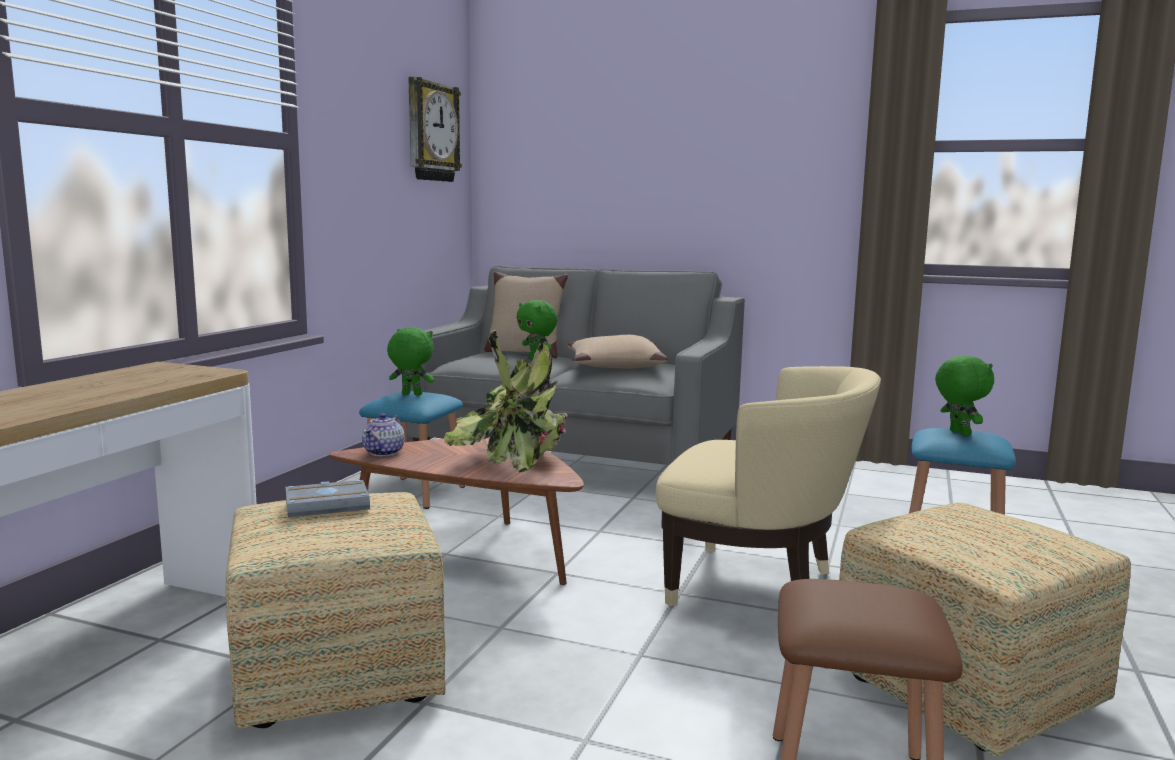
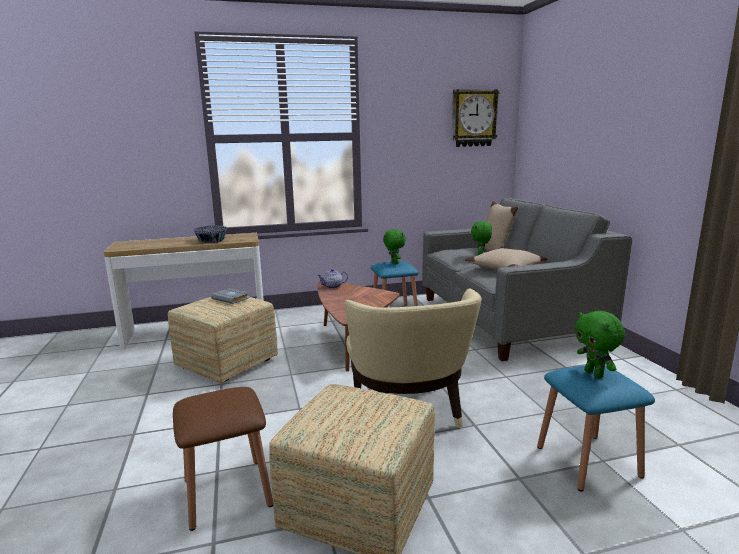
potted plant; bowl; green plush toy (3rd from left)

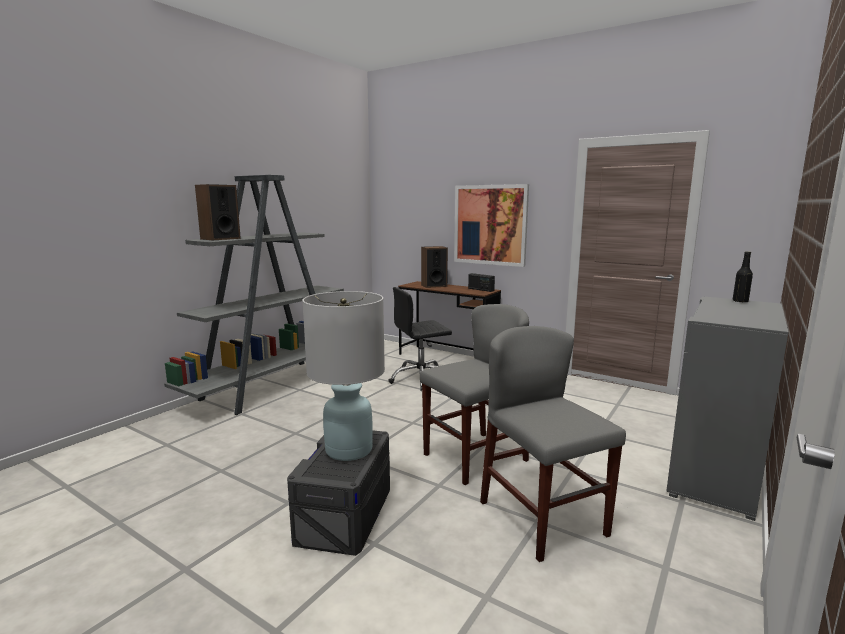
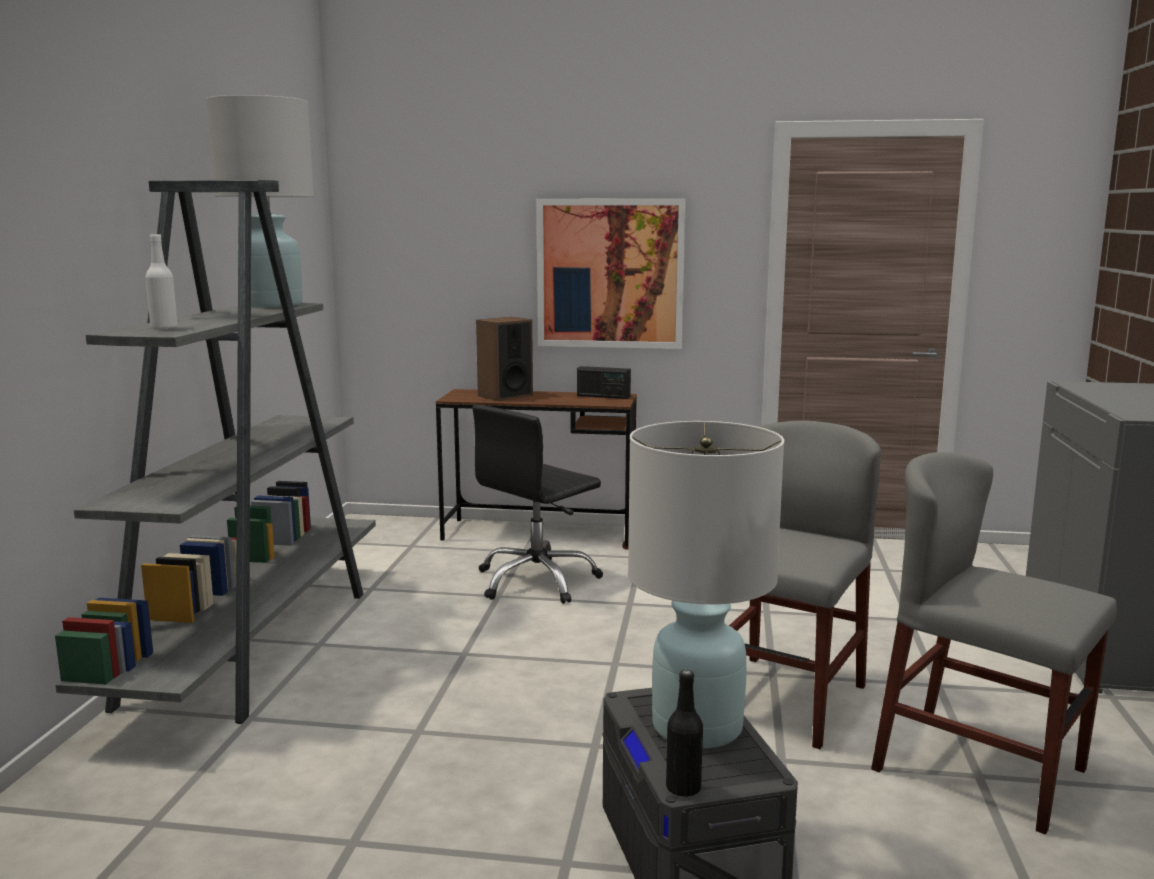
white table lamp (1st from left); black bottle; white bottle

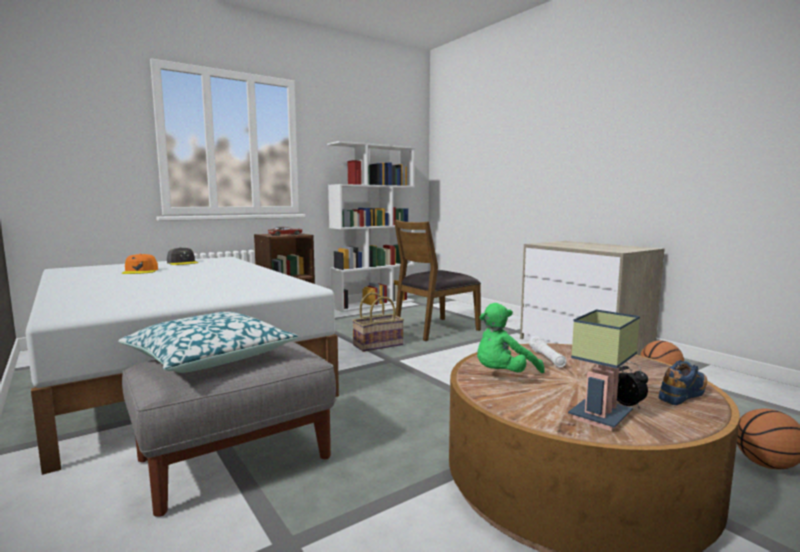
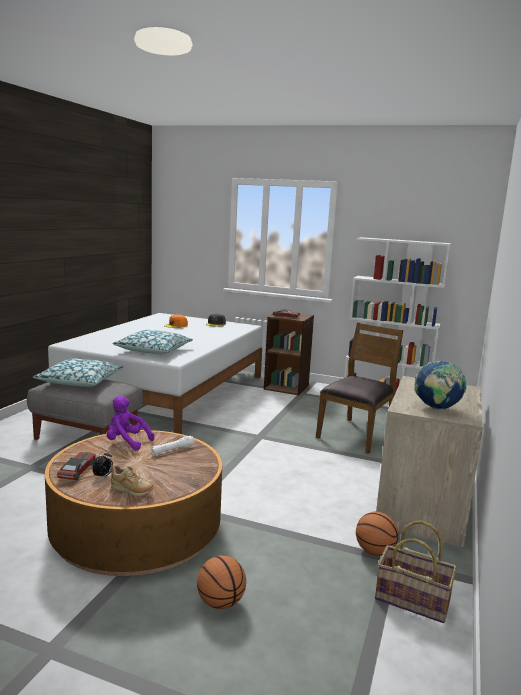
pillow (2nd from left); globe; basket; toy car (1st from left); purple plush toy; beige shoe; brown chair

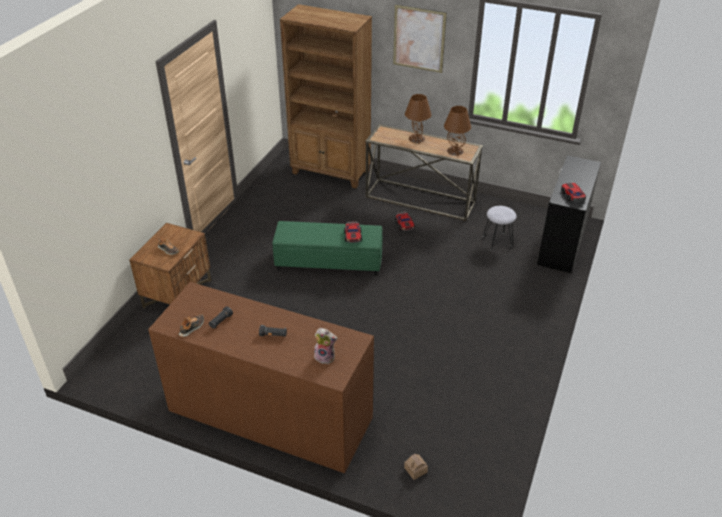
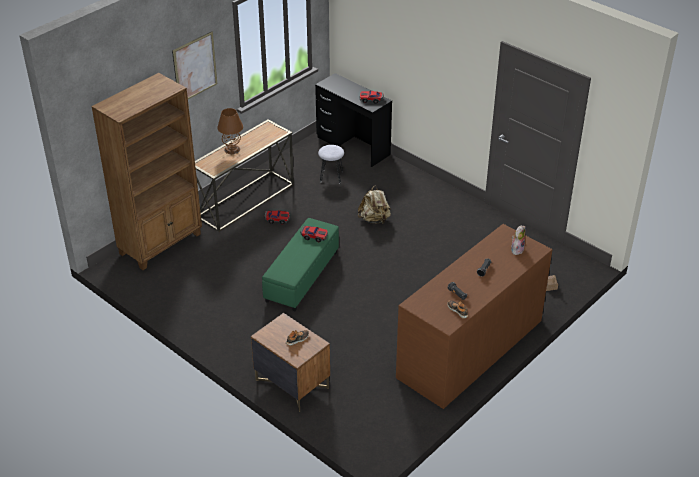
brown table lamp (2nd from left in the first image); beige backpack

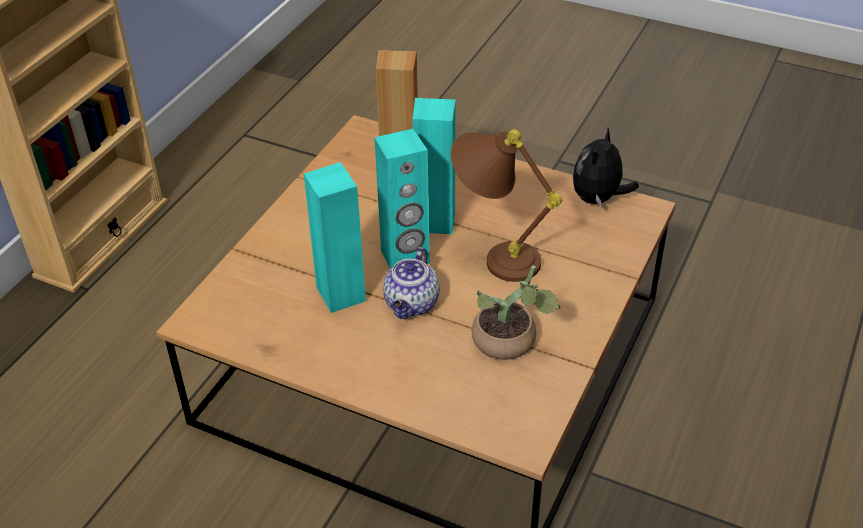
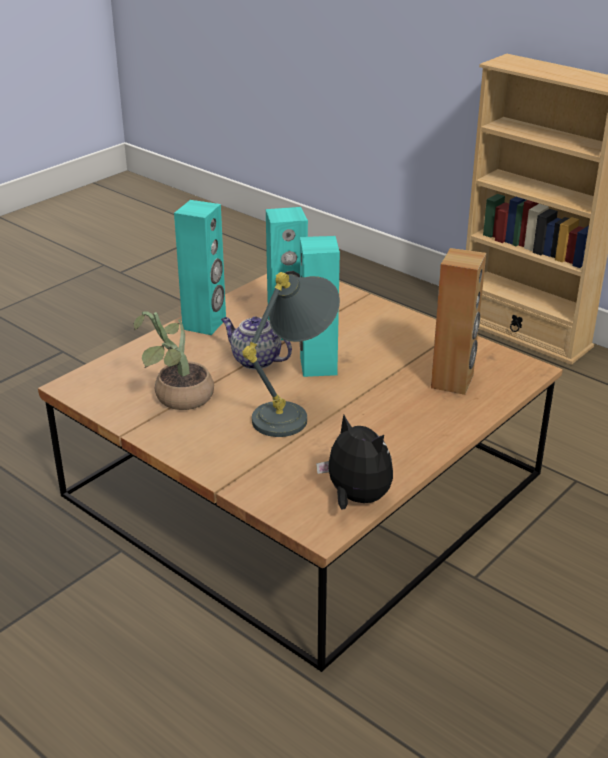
turquoise speaker (1st from left); grey table lamp

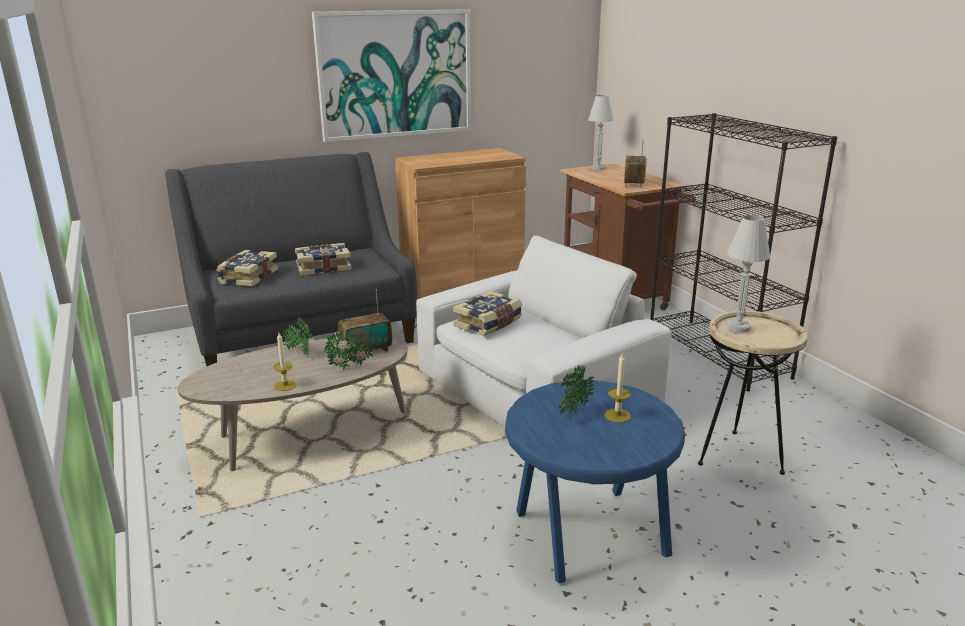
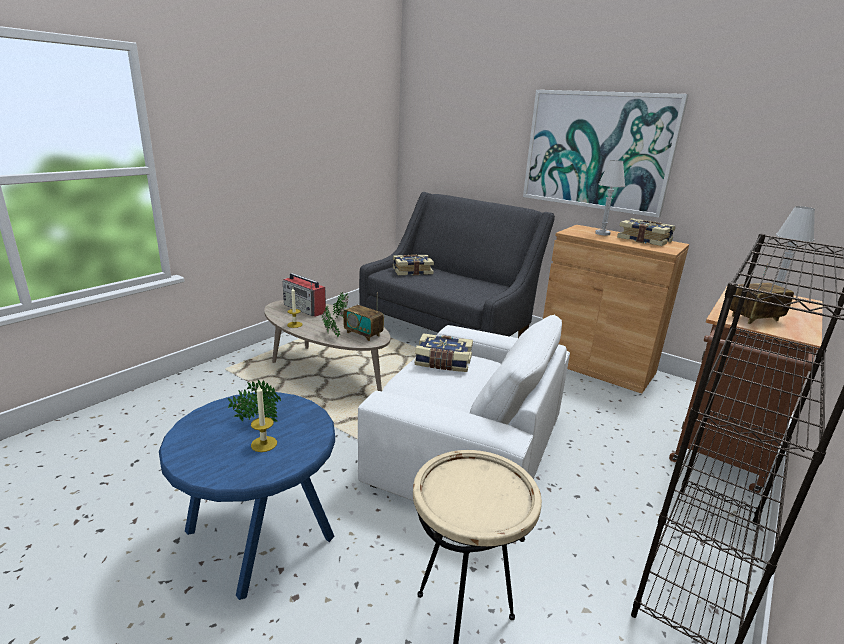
radio (1st from left); book (3rd from left); white table lamp (1st from left)

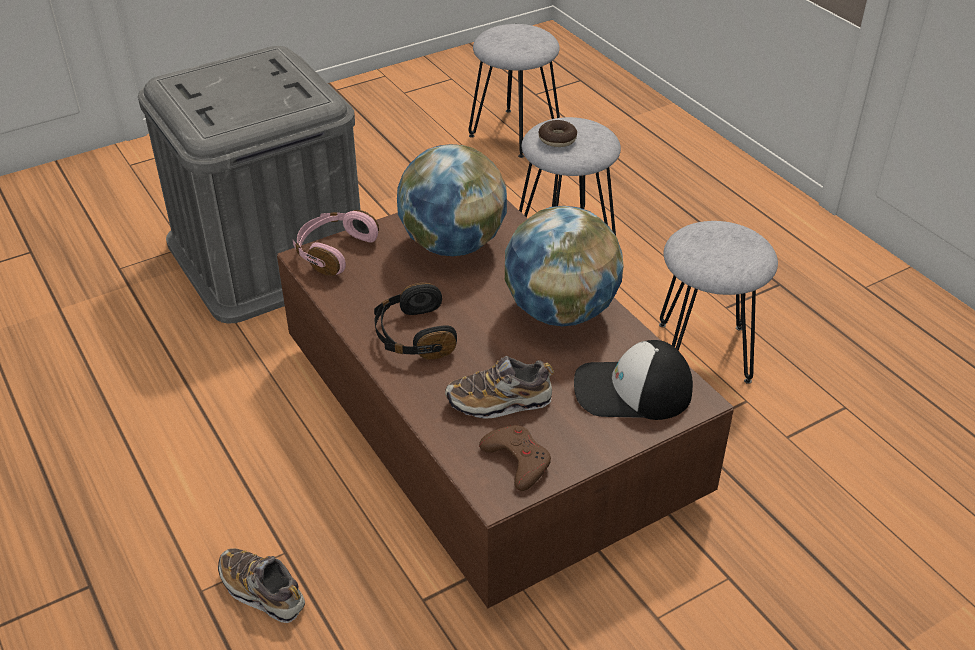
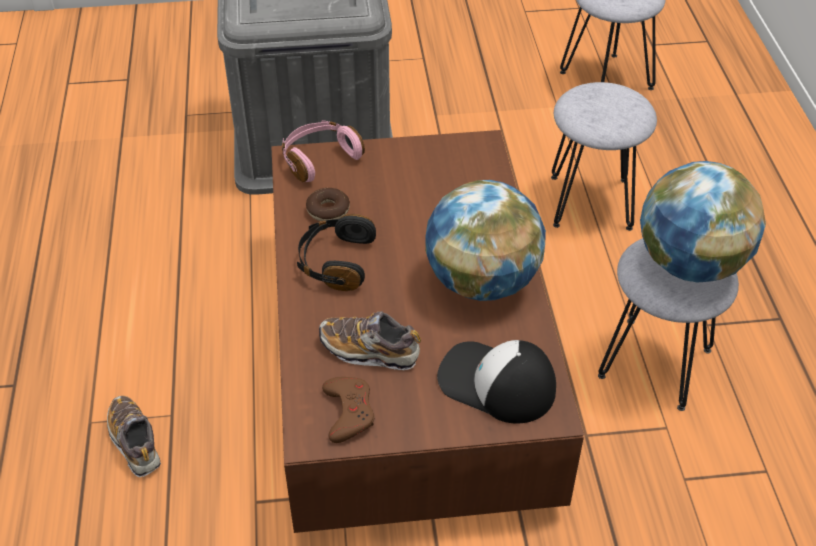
globe (2nd from left); donut

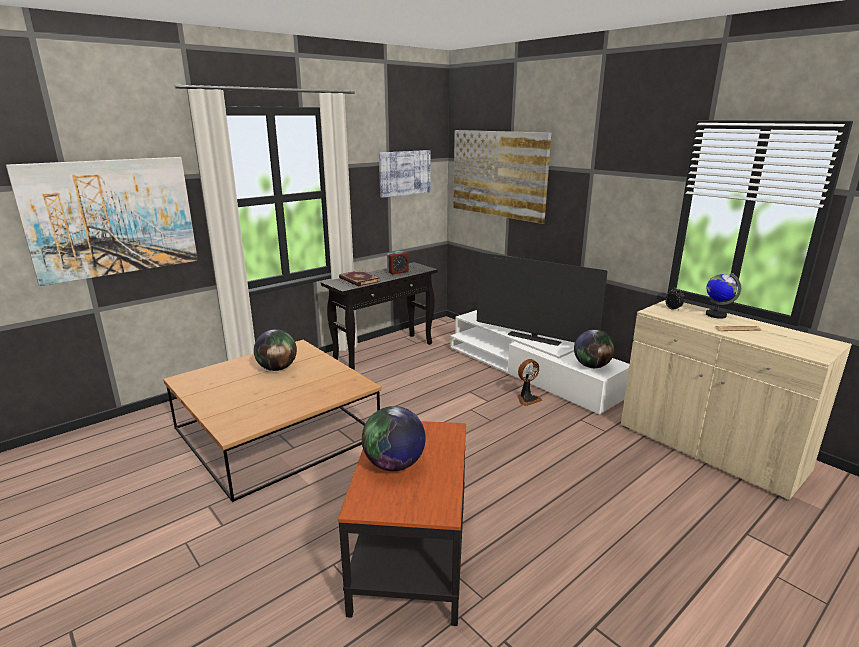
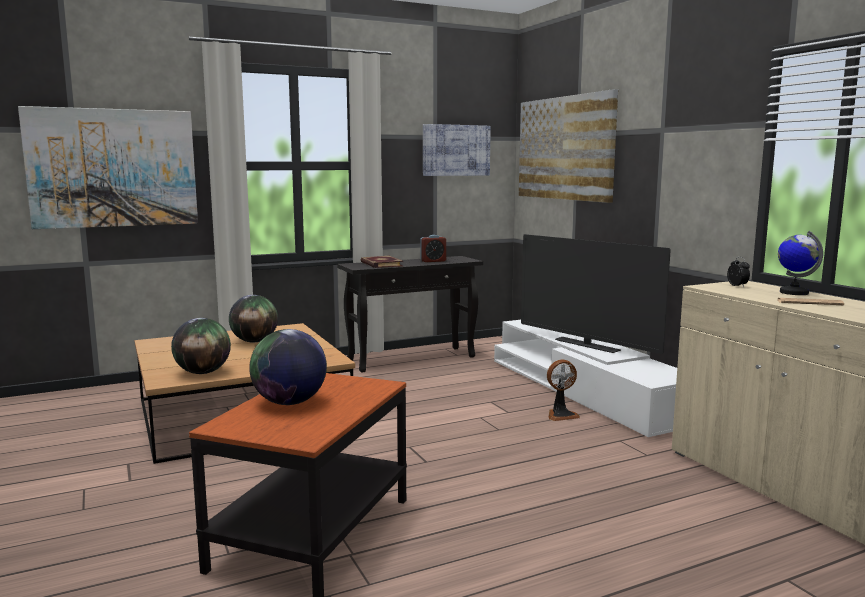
globe (1st from left)

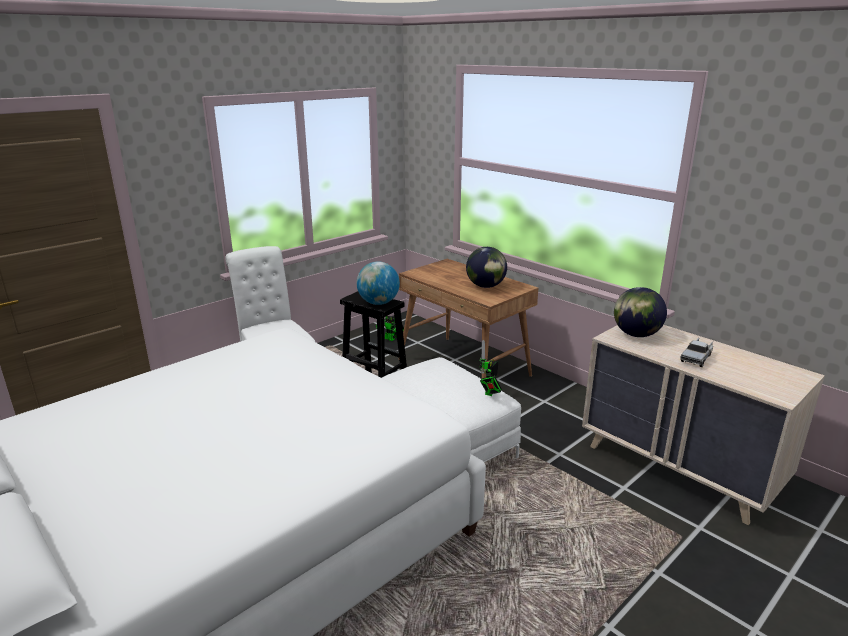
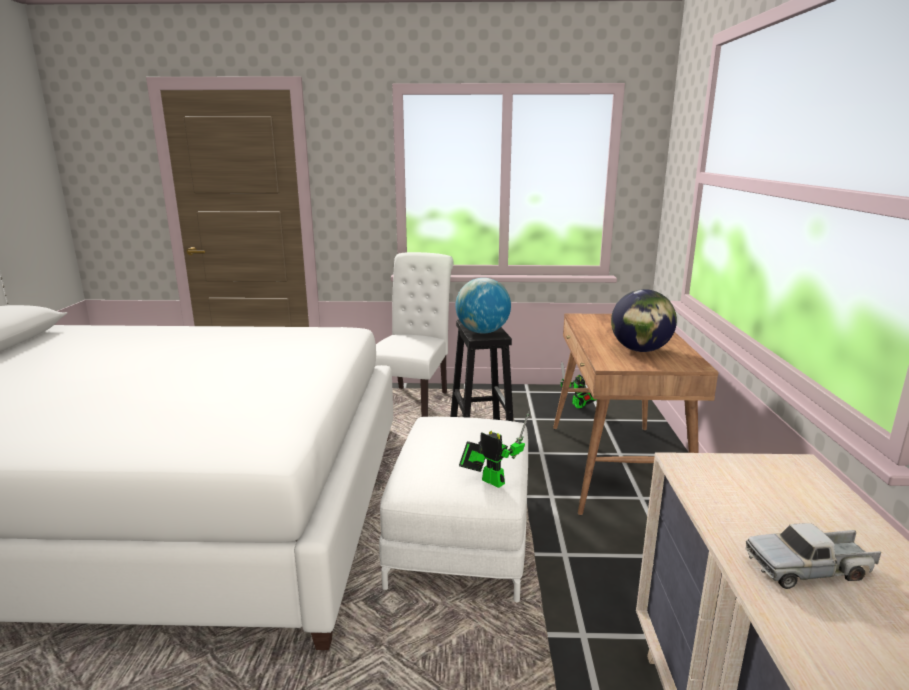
globe (3rd from left in the first image); toy robot (1st from left)

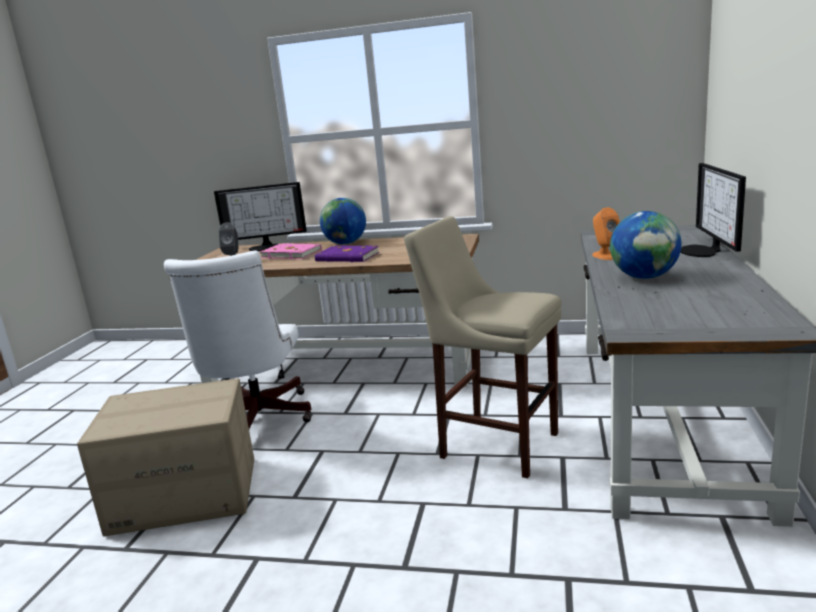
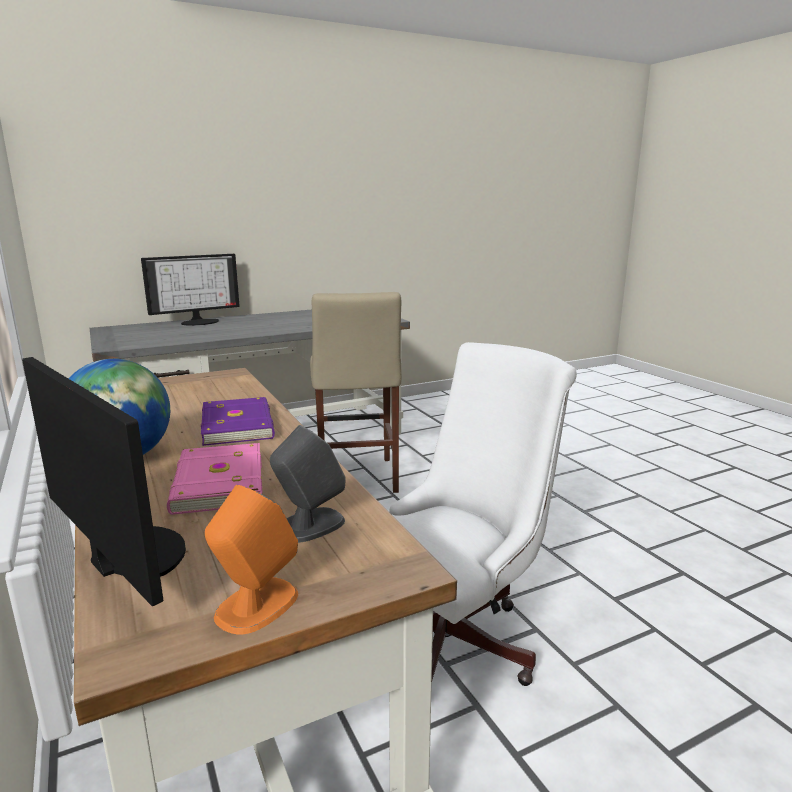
cardboard box; globe (2nd from left in the first image); orange speaker

